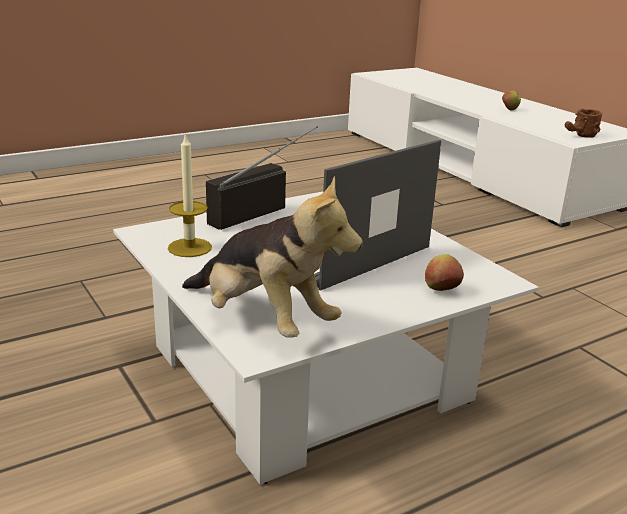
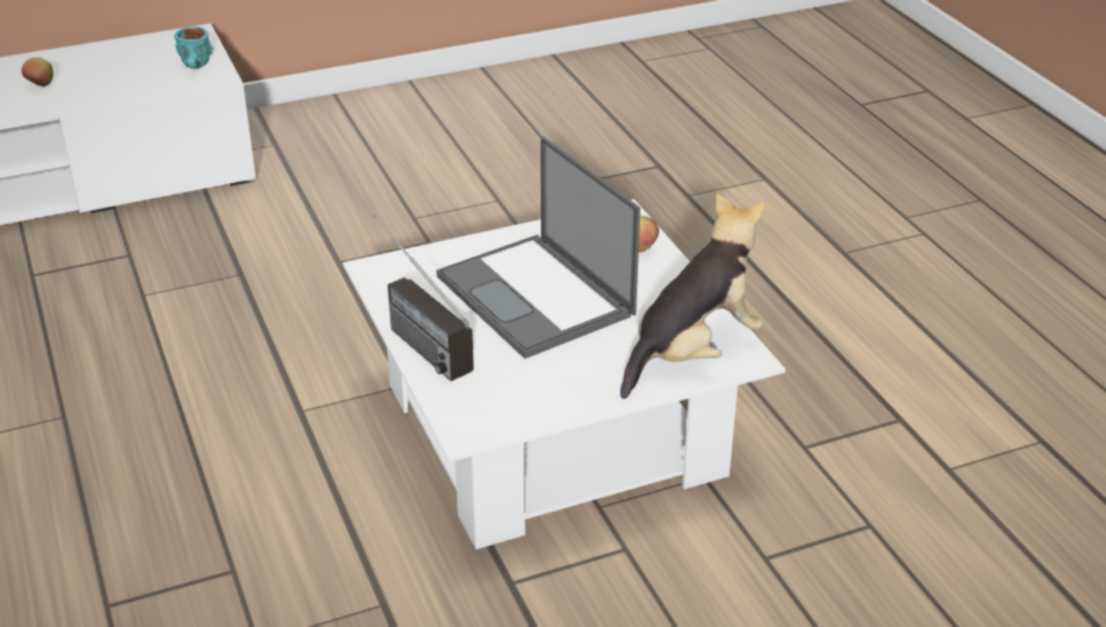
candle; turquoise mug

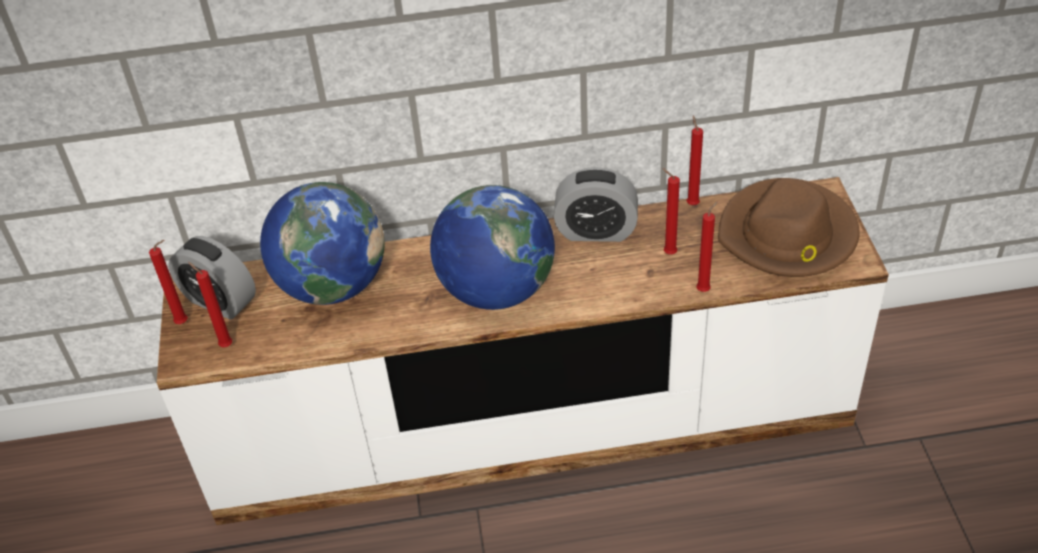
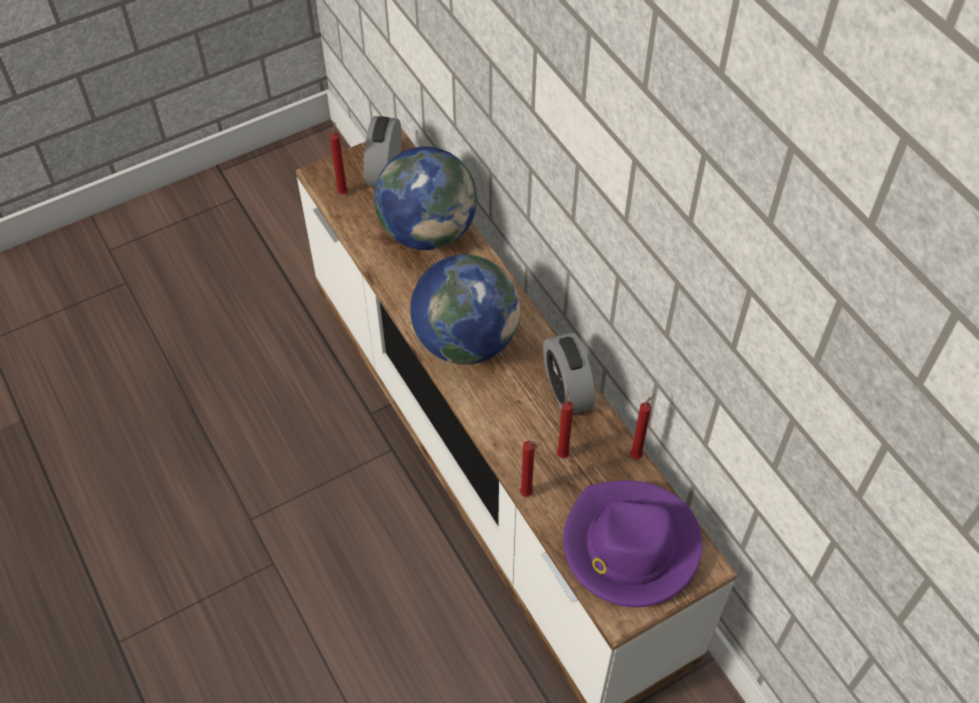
red candle (1st from left in the first image); purple hat

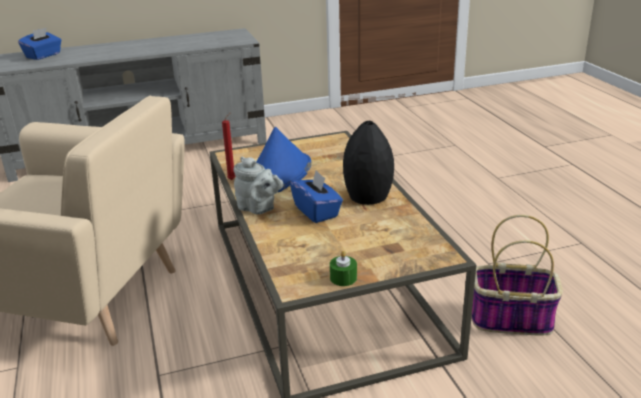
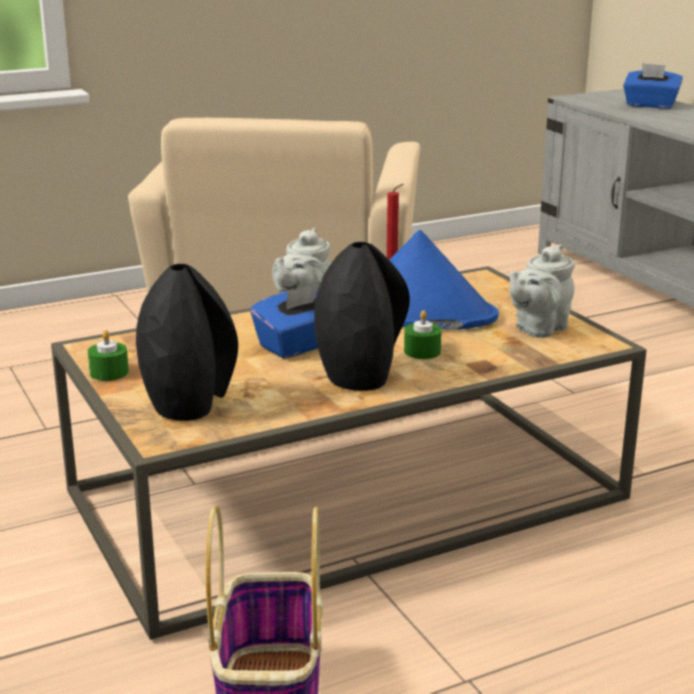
black vase (1st from left); green candle (2nd from left); grey teapot (2nd from left)

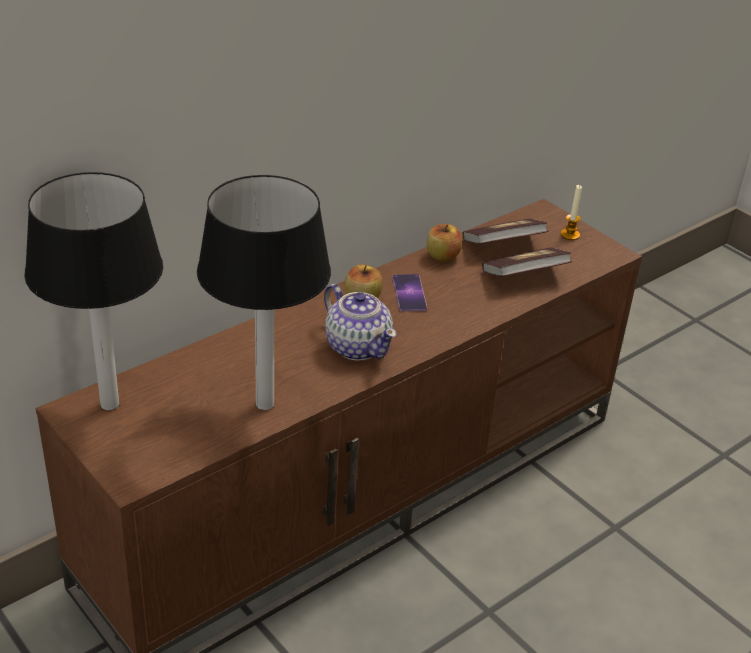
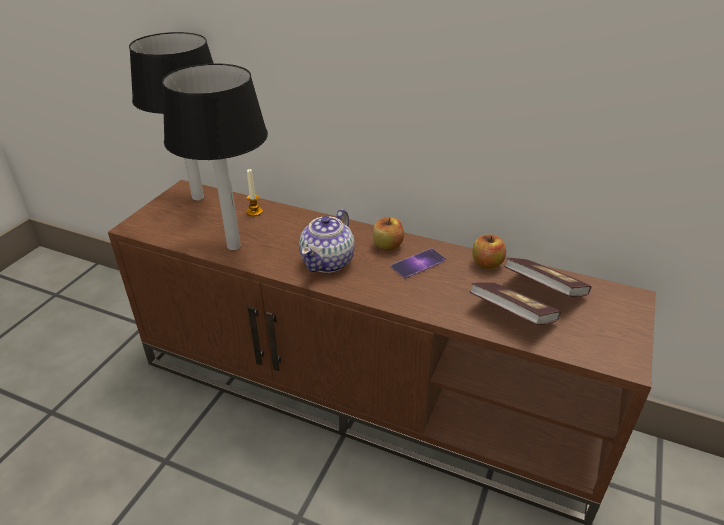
candle

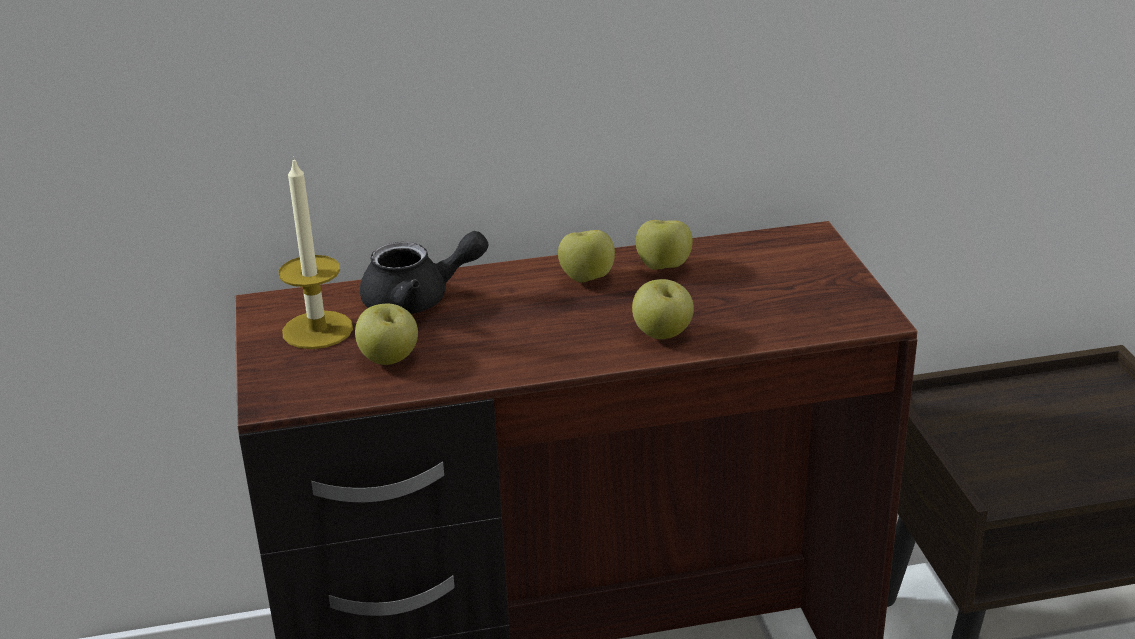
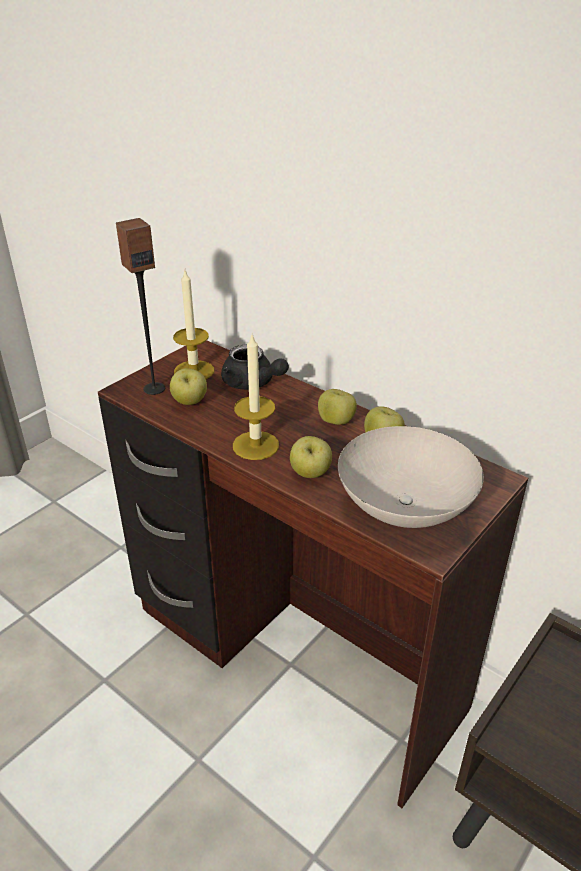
speaker; candle (2nd from left); white bowl

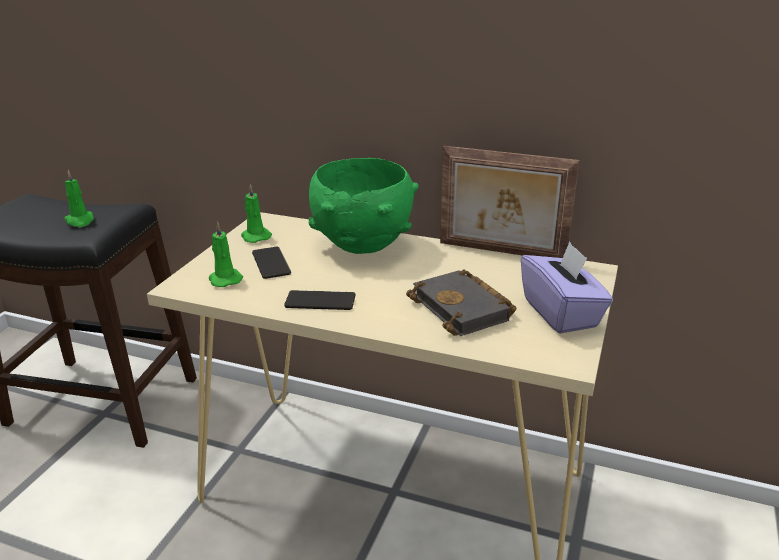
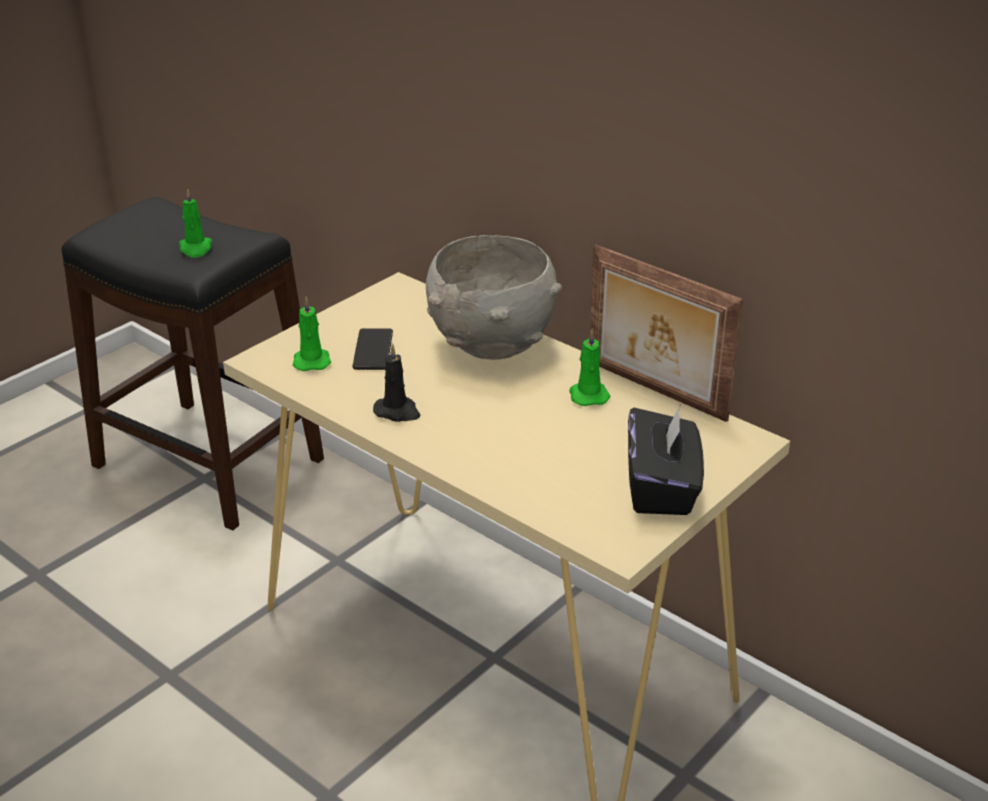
black book; green candle (3rd from left); black candle; grey bowl; black tissue box

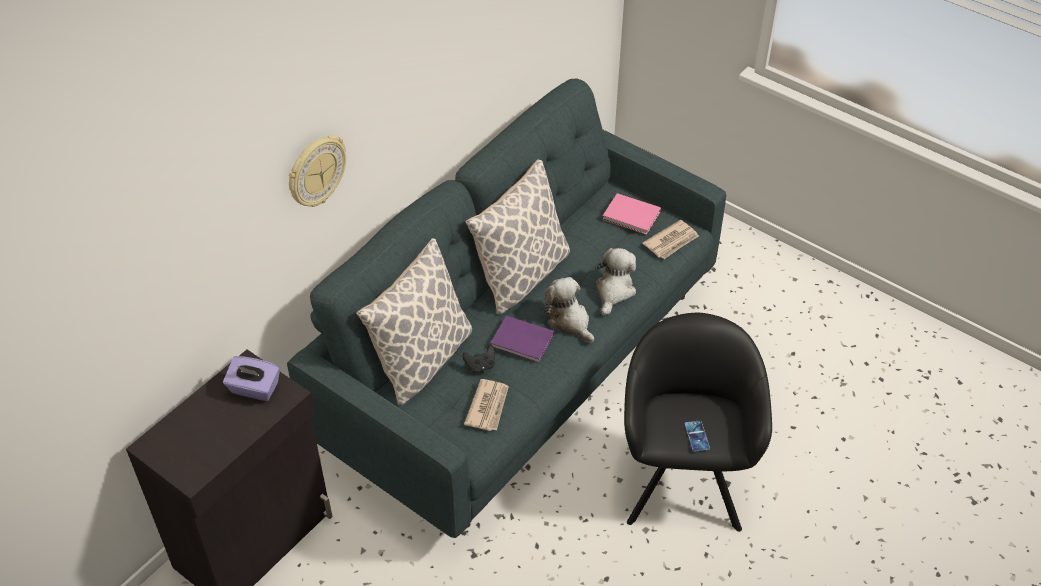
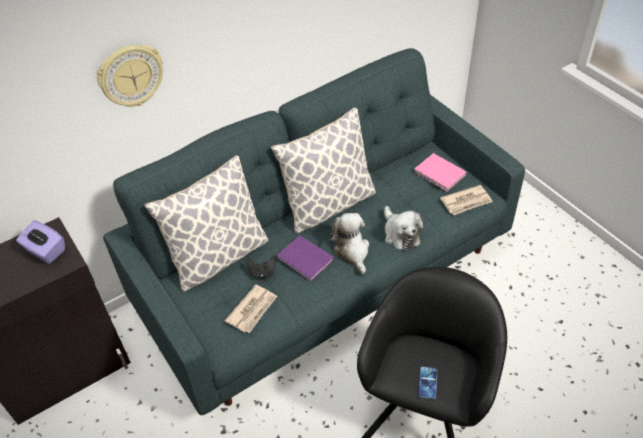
plush toy (2nd from left)

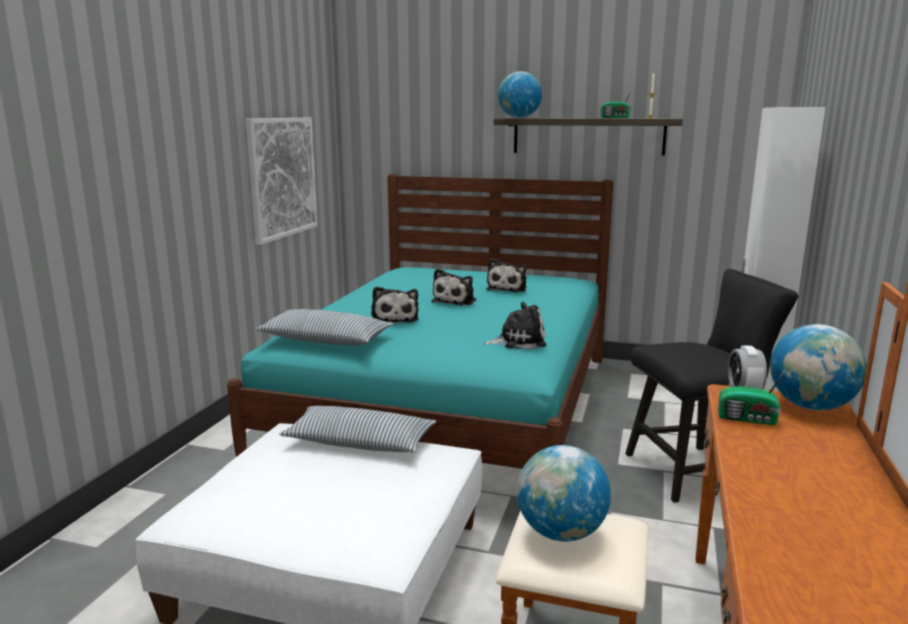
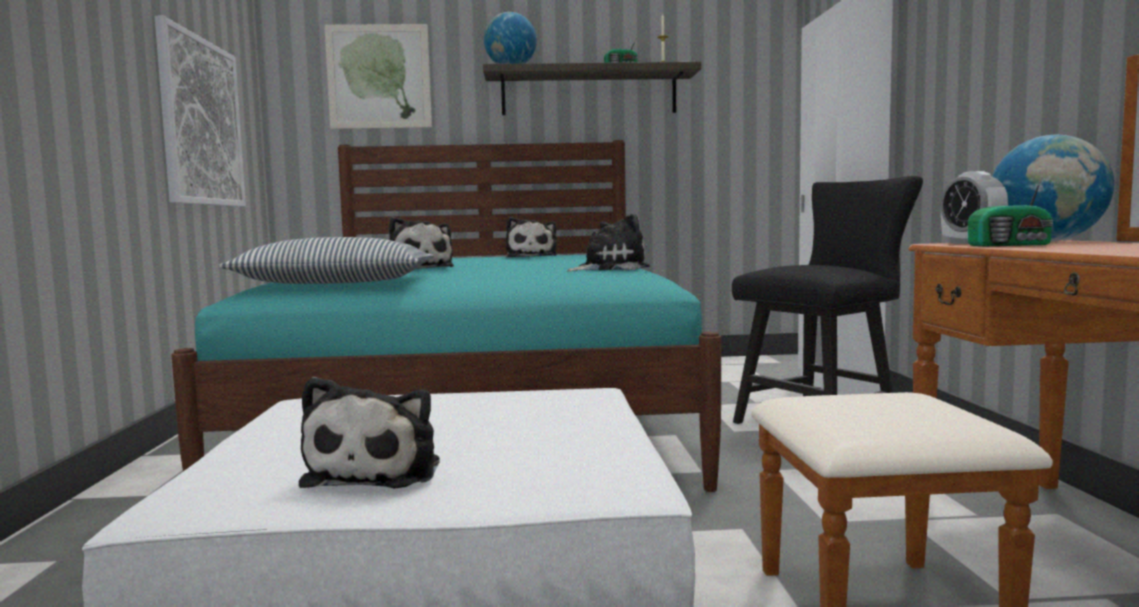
pillow (2nd from left in the first image); globe (2nd from left in the first image); picture (2nd from left); plush toy (1st from left)

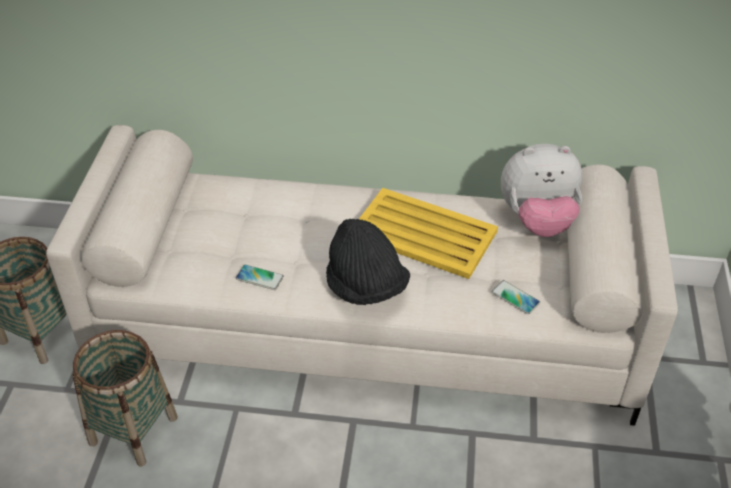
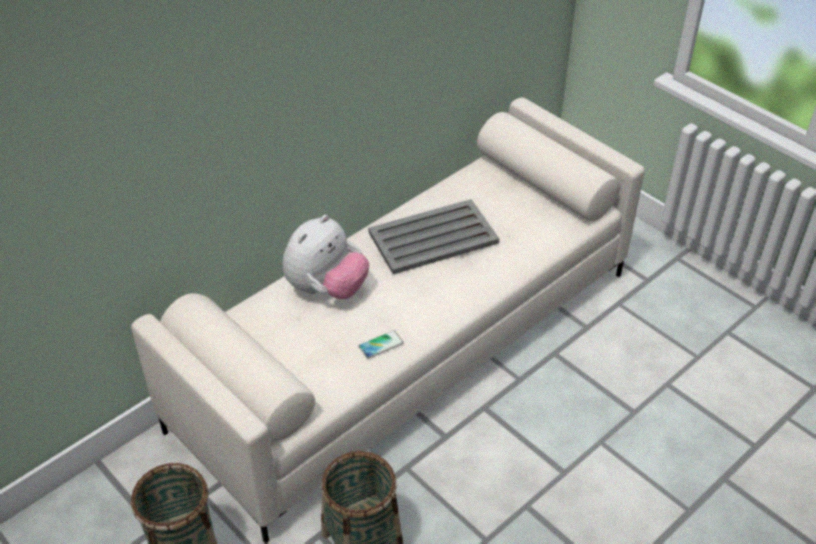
black hat; phone (2nd from left in the first image); plush toy; grey tray

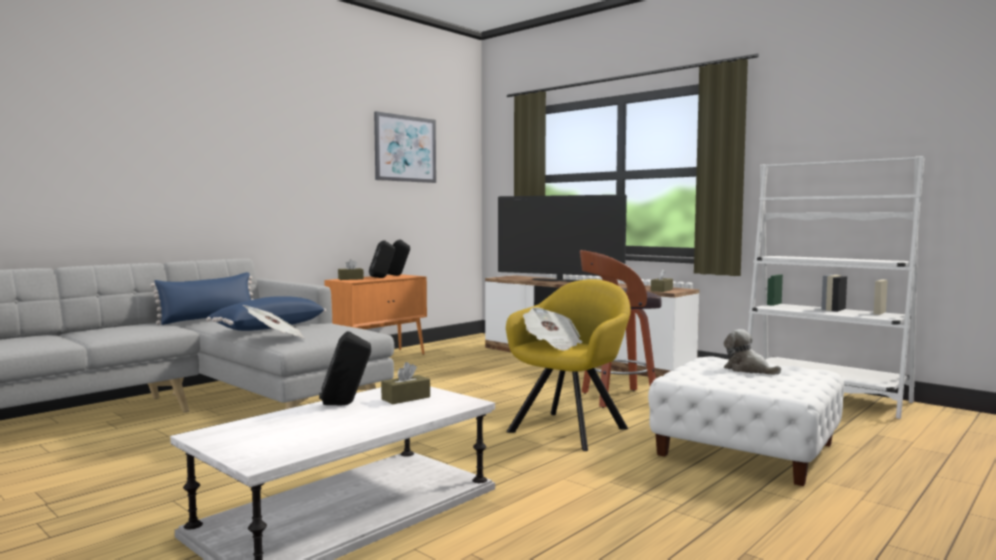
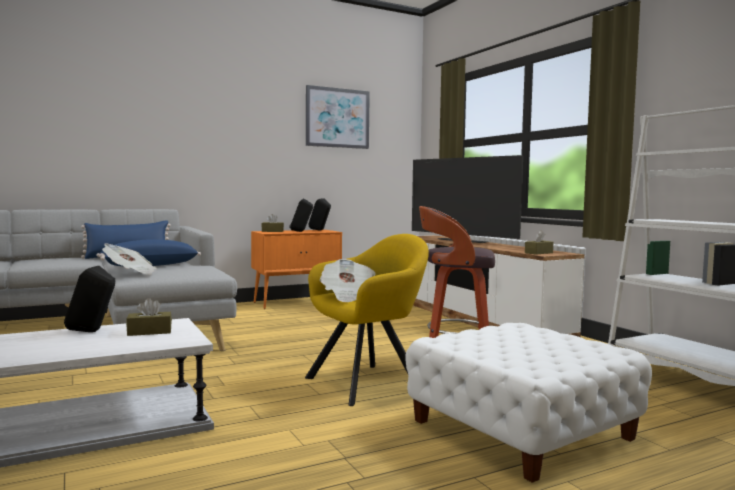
plush toy

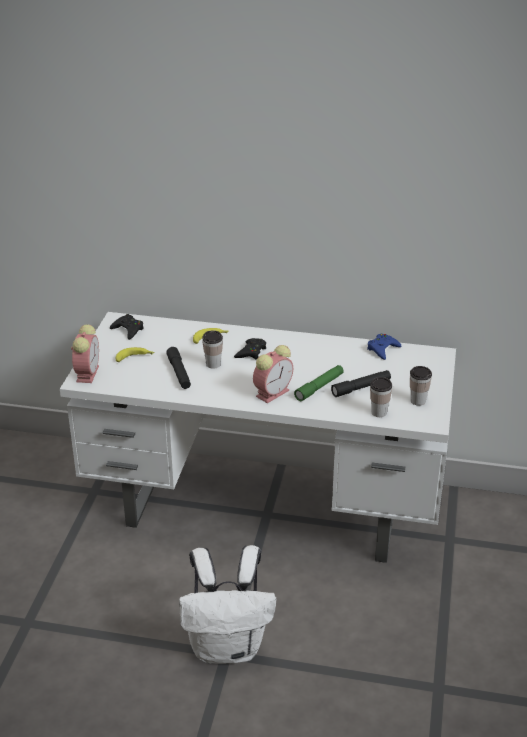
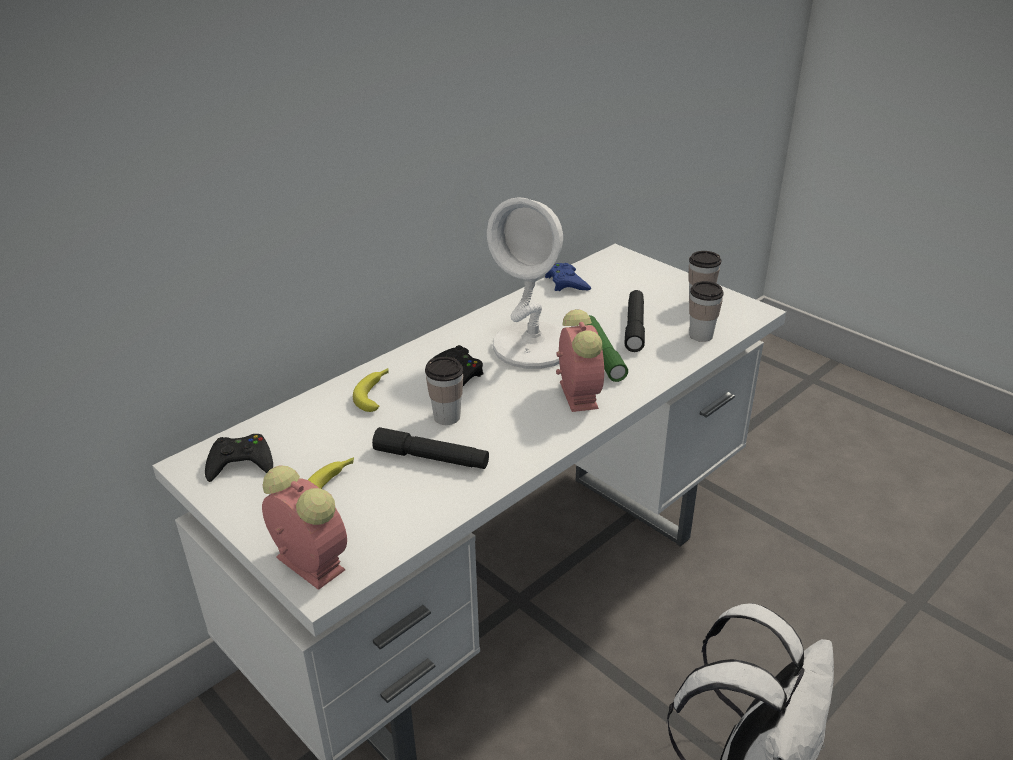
white table lamp

